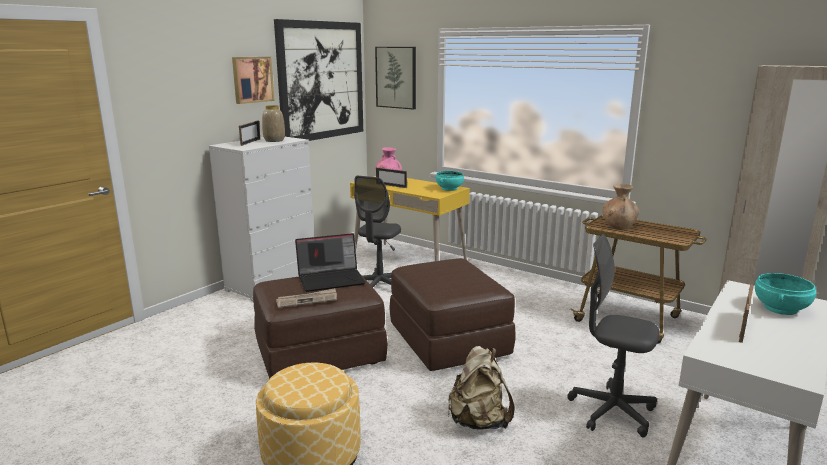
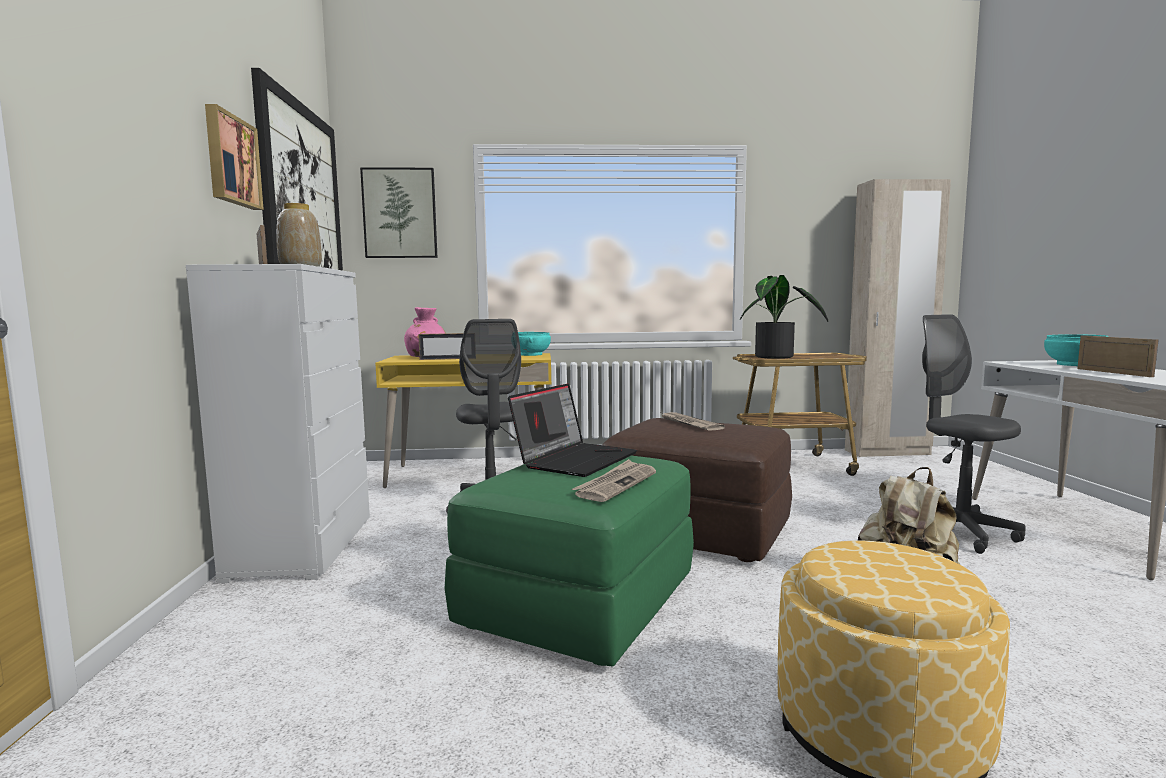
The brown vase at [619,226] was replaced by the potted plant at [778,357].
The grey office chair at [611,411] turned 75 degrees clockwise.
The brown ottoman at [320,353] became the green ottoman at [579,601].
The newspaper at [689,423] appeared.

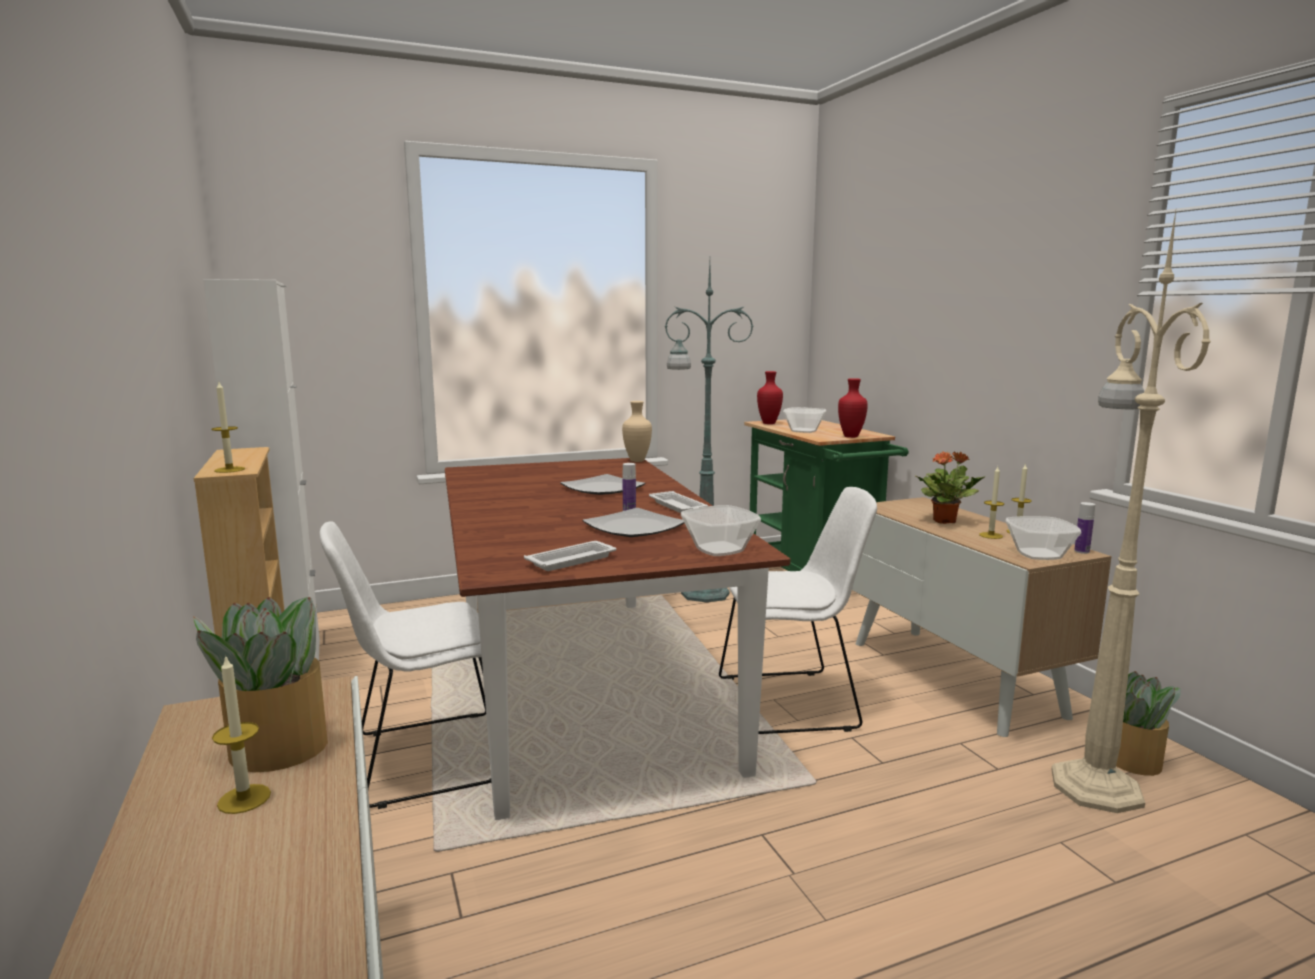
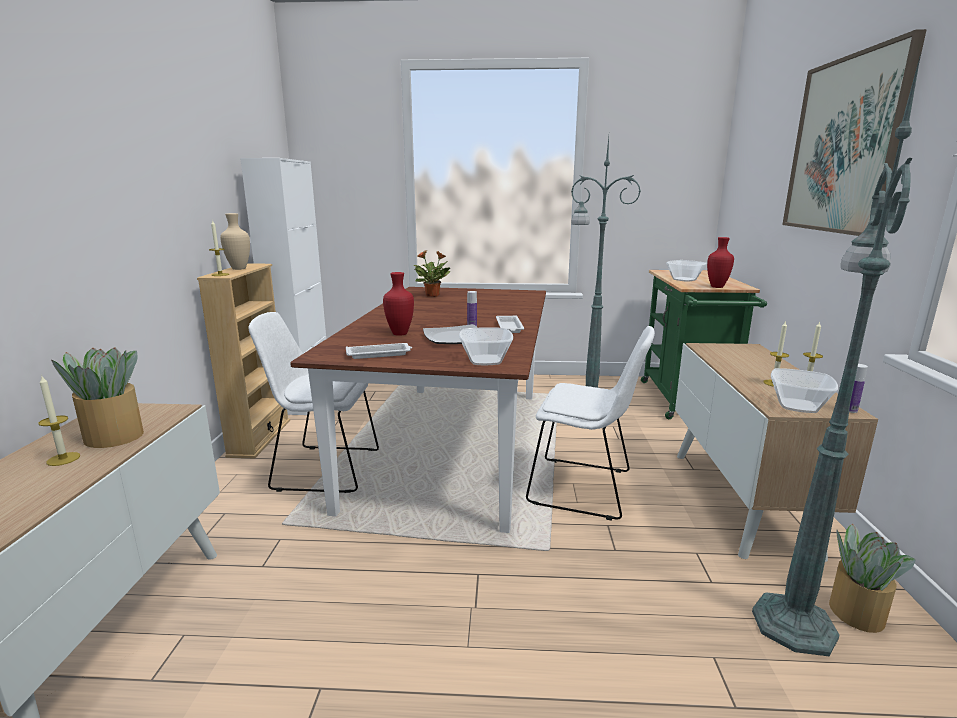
The beige floor lamp at [1094,784] became the green floor lamp at [794,621].
The red vase moved from [768,423] to [399,334].
The beige vase moved from [638,460] to [240,269].
The potted plant moved from [945,521] to [433,295].
The plate at [602,488] disappeared.
The picture at [844,145] appeared.

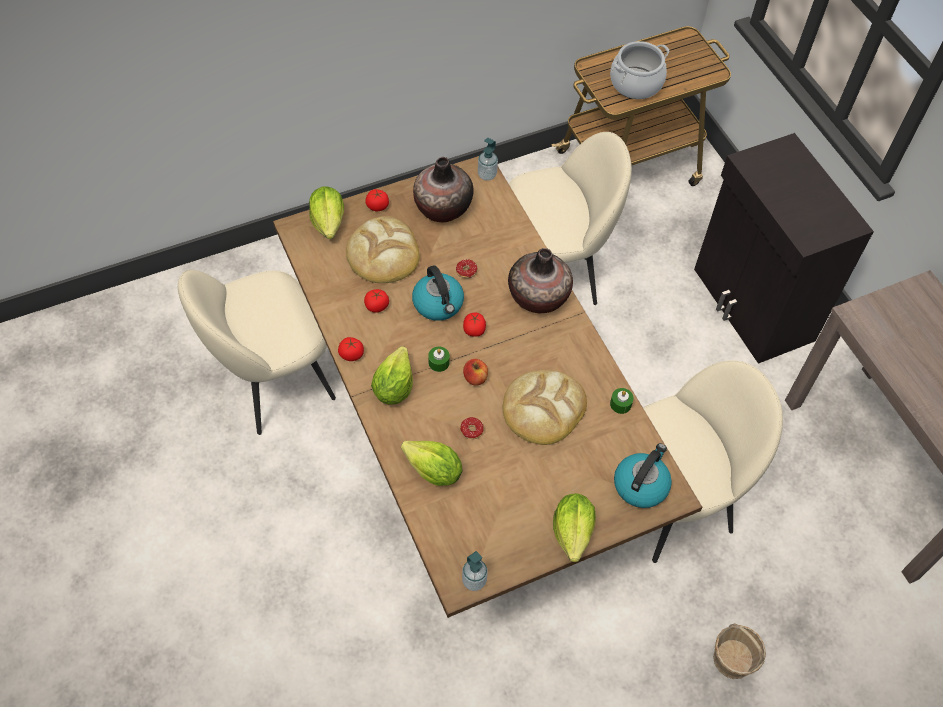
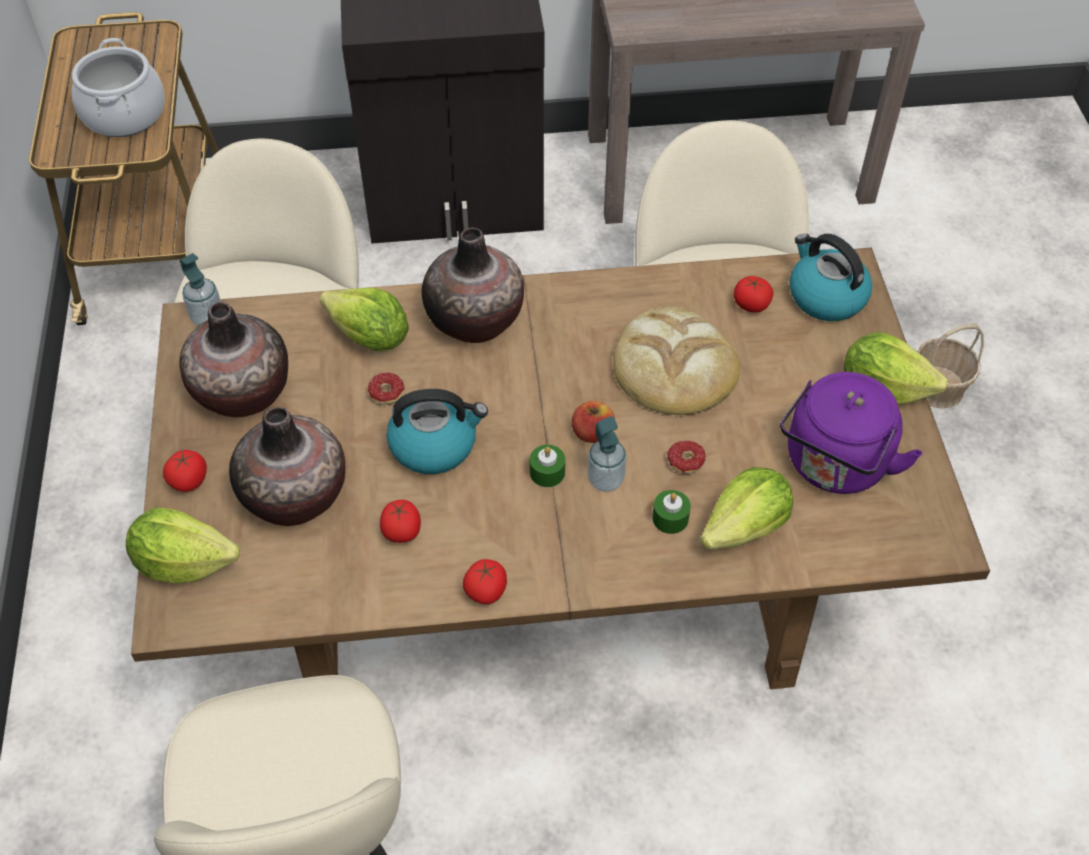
The bread at [383,253] was replaced by the vase at [295,496].
The tomato moved from [474,330] to [751,305].
The lettuce moved from [393,387] to [370,338].
The green candle moved from [620,404] to [670,518].
The soap dispenser moved from [474,581] to [605,480].
The purple kettle at [834,466] appeared.

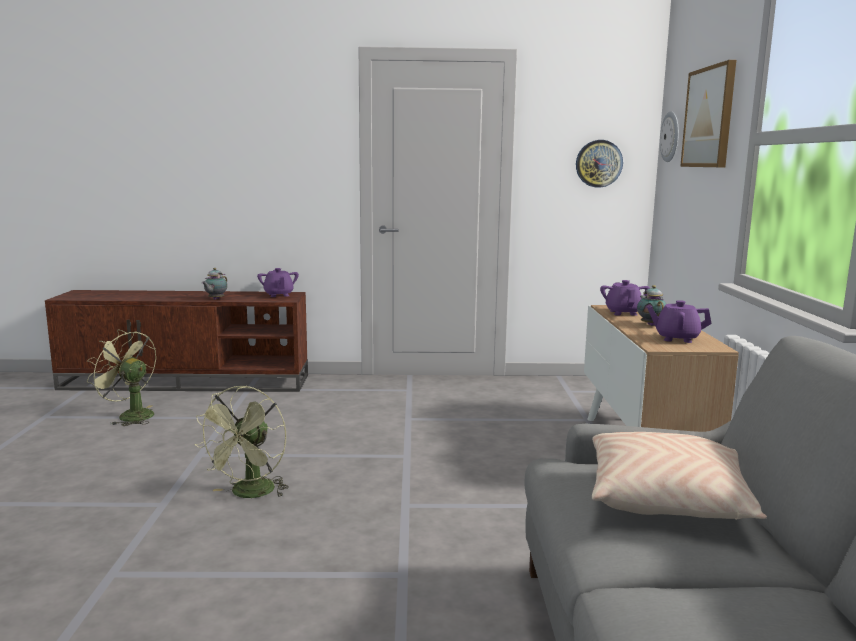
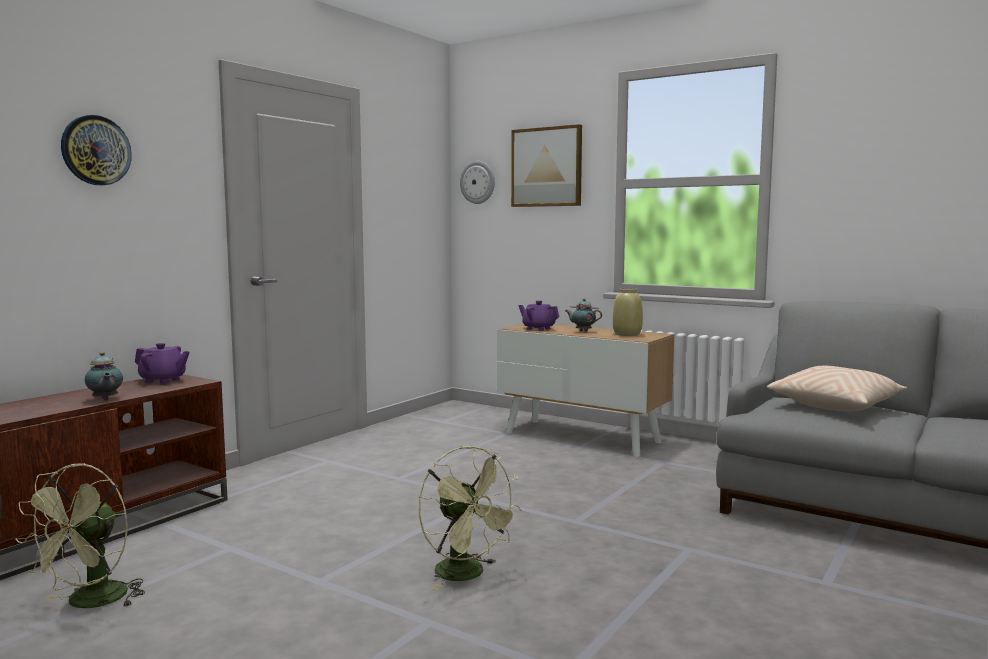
The wall clock moved from [598,163] to [96,150].
The purple teapot at [676,338] was replaced by the beige vase at [627,334].
The green fan at [130,415] turned 45 degrees counterclockwise.

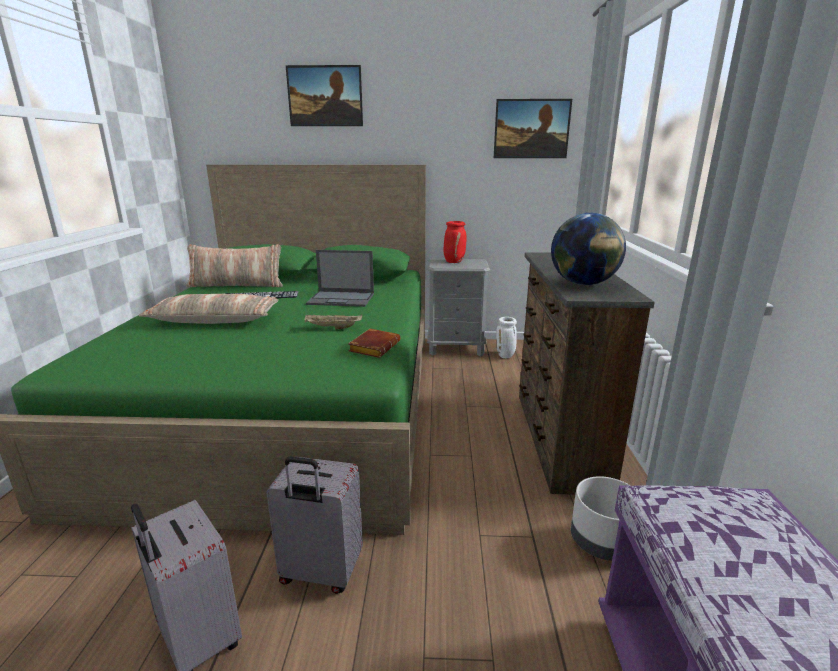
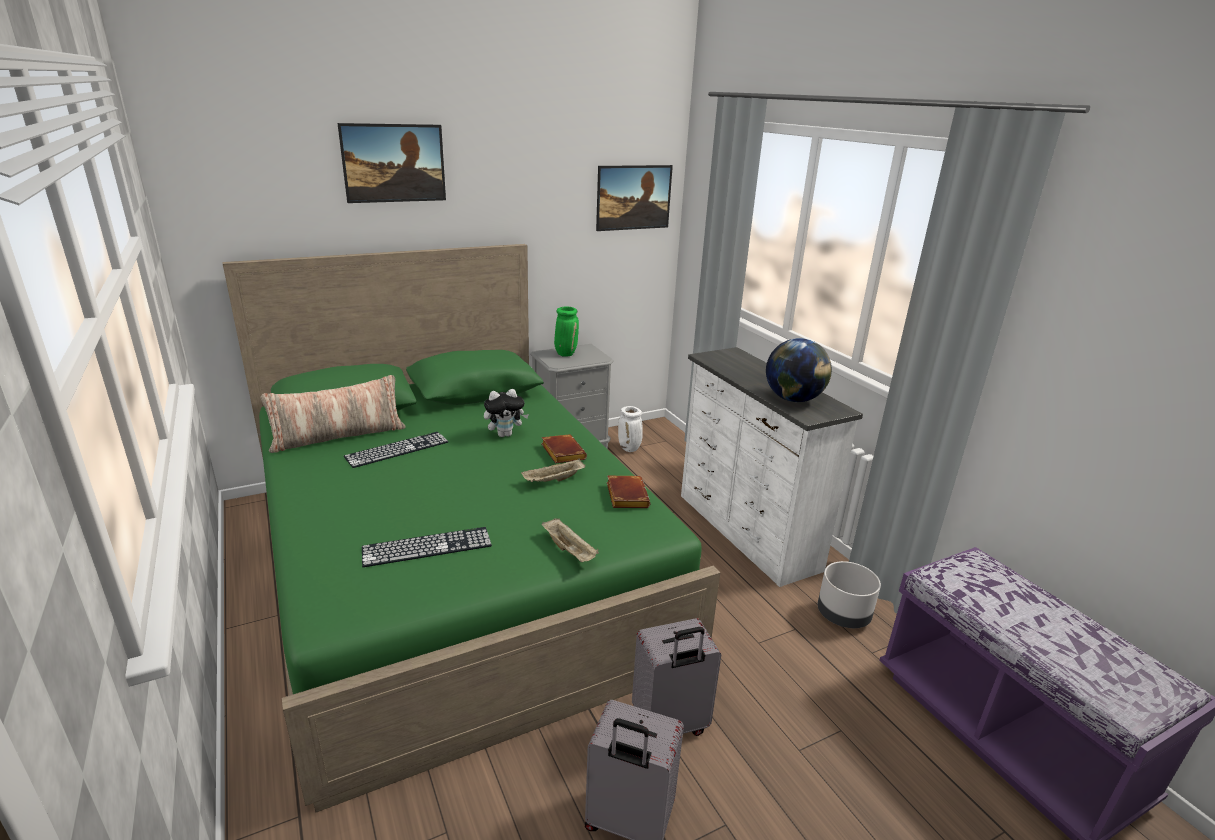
The red vase at [454,262] became the green vase at [565,353].
The laptop at [342,299] was replaced by the plush toy at [505,434].
The brown dresser at [557,438] became the white dresser at [745,532].
The pillow at [215,320] disappeared.
The brown book at [561,452] appeared.
The beige tray at [570,551] appeared.
The keyboard at [427,546] appeared.

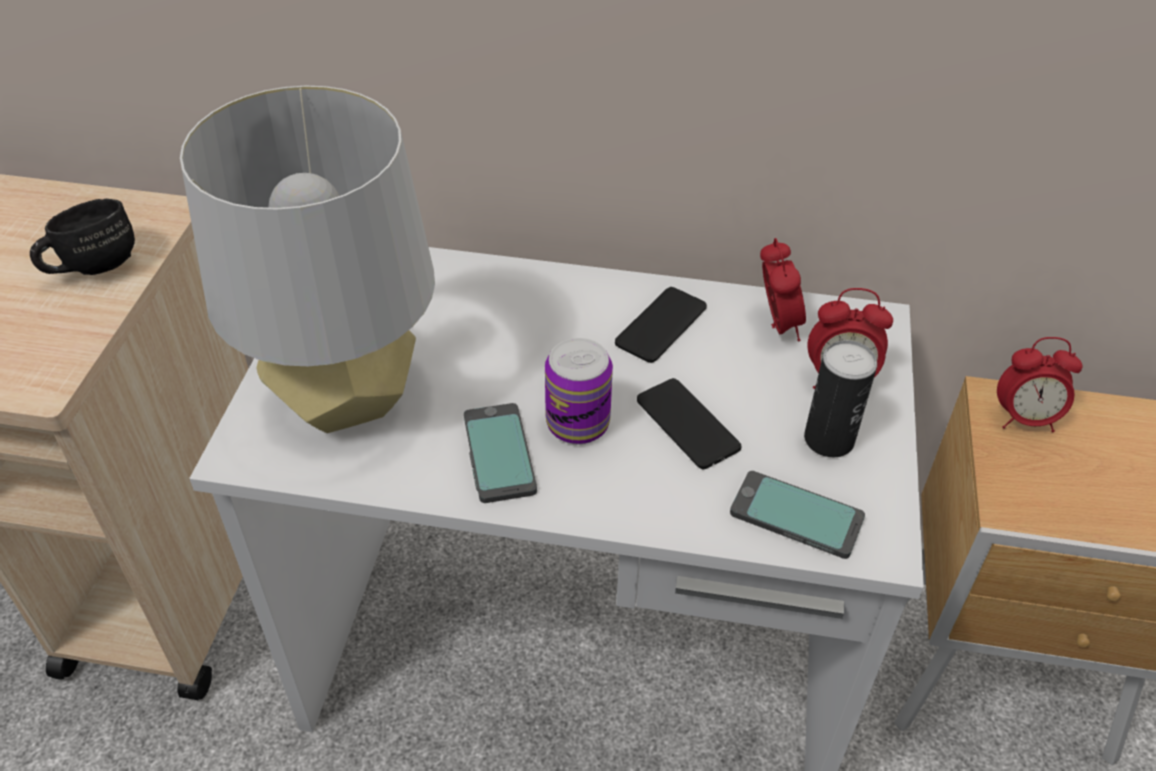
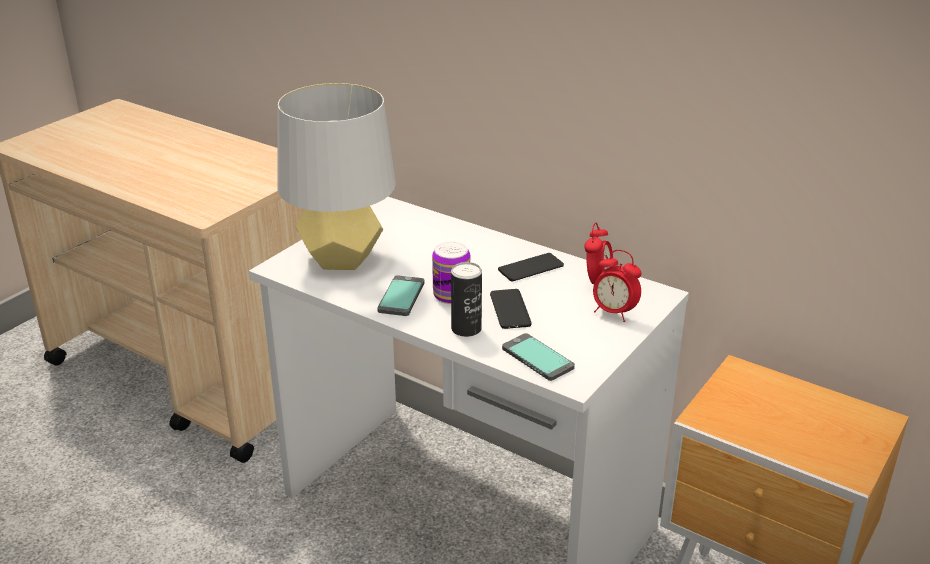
The black mug at [91,266] disappeared.
The alarm clock at [1024,419] disappeared.
The can moved from [829,439] to [466,329].

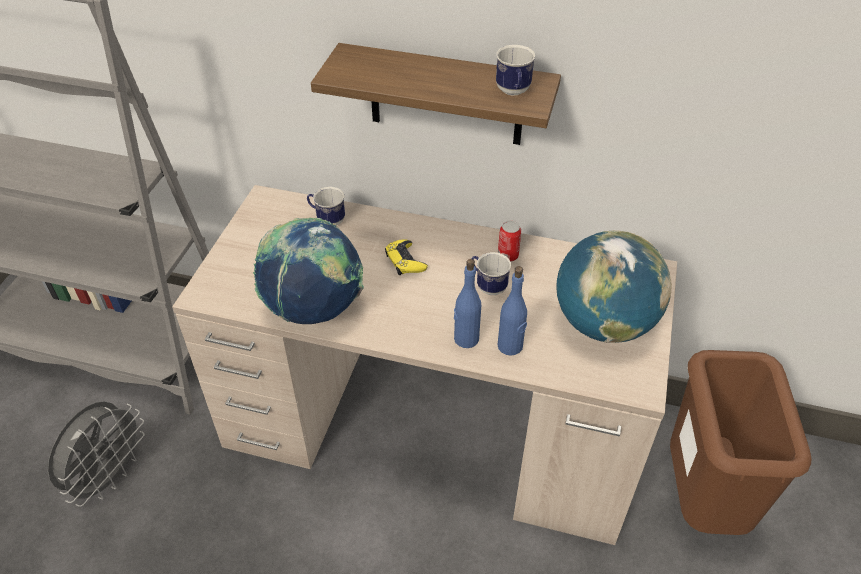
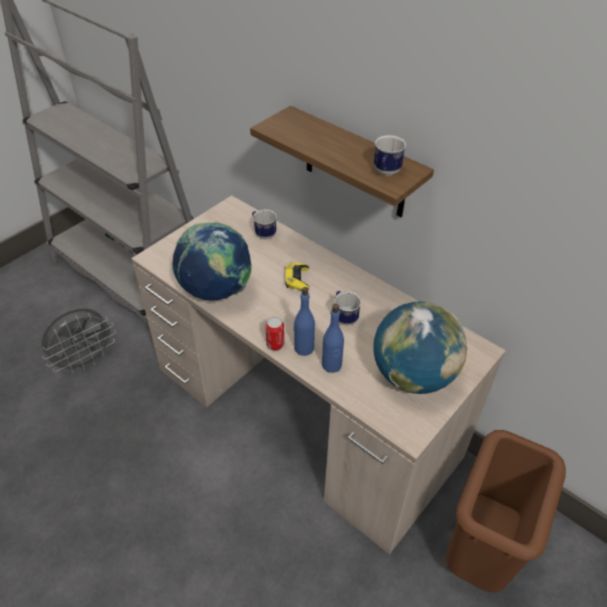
The can moved from [508,255] to [275,344].

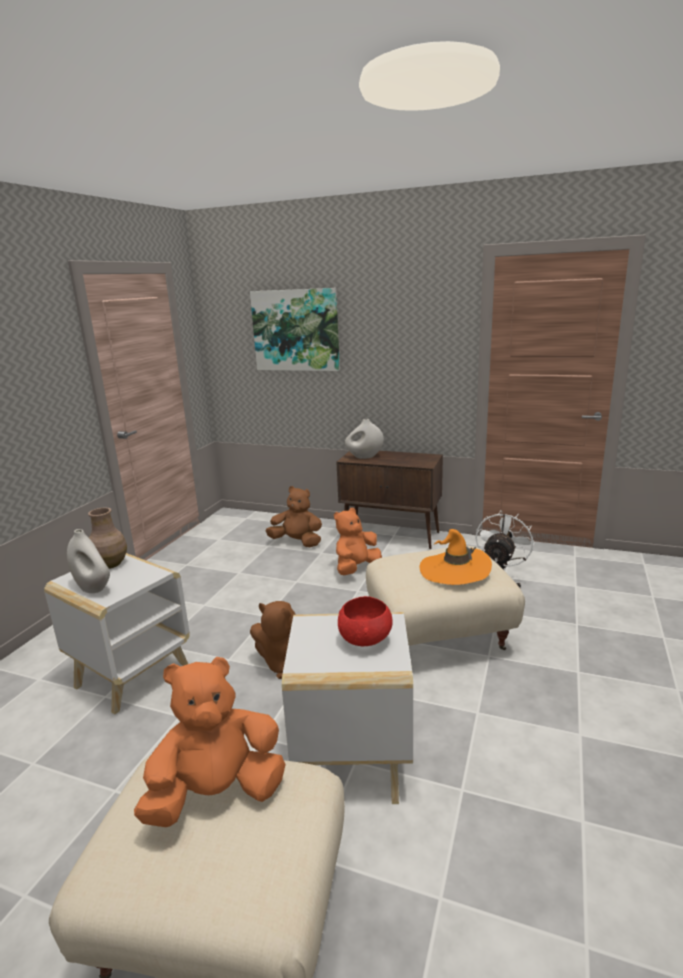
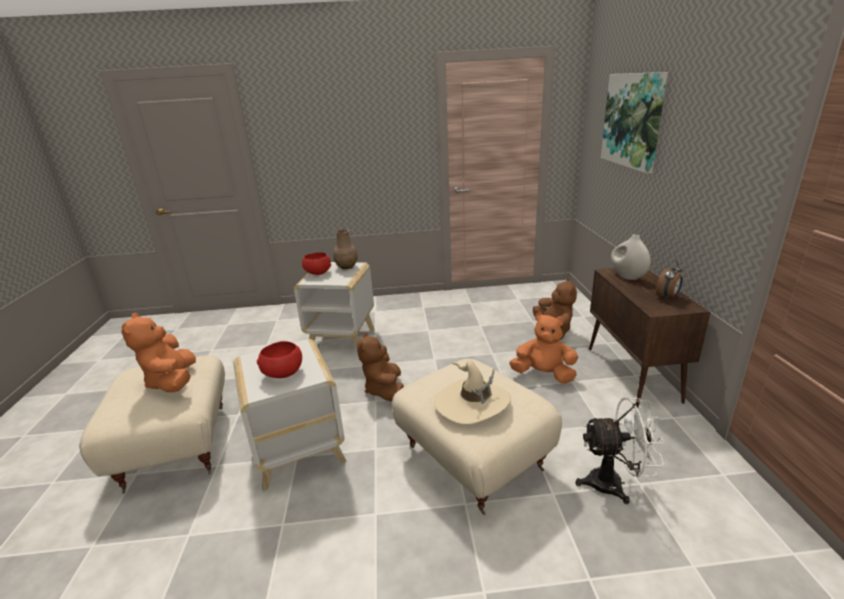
The white vase at [93,587] was replaced by the red bowl at [317,273].
The orange hat at [455,570] became the beige hat at [472,403].
The orange plush toy at [217,793] turned 150 degrees counterclockwise.
The alarm clock at [667,297] appeared.

